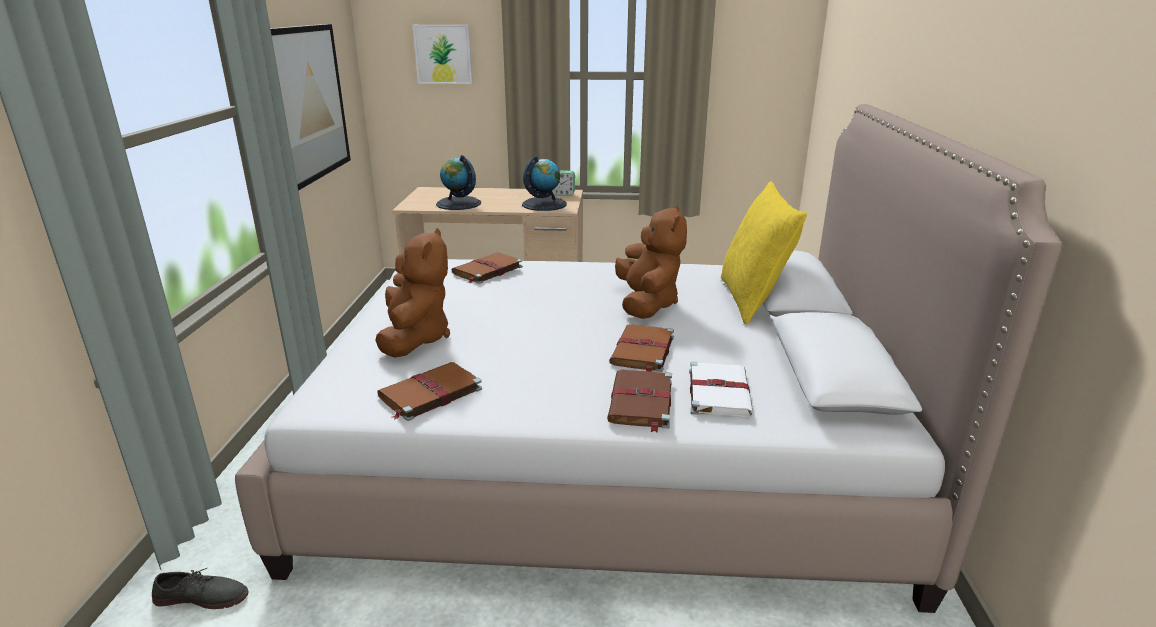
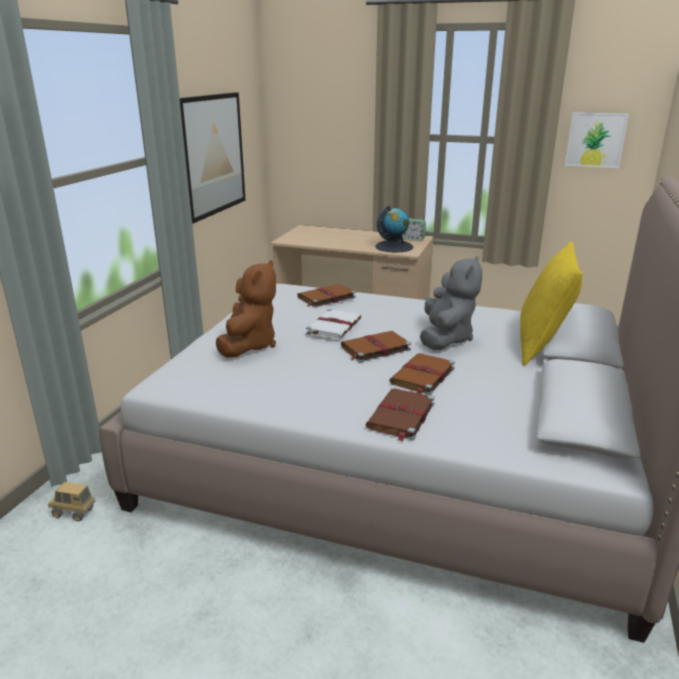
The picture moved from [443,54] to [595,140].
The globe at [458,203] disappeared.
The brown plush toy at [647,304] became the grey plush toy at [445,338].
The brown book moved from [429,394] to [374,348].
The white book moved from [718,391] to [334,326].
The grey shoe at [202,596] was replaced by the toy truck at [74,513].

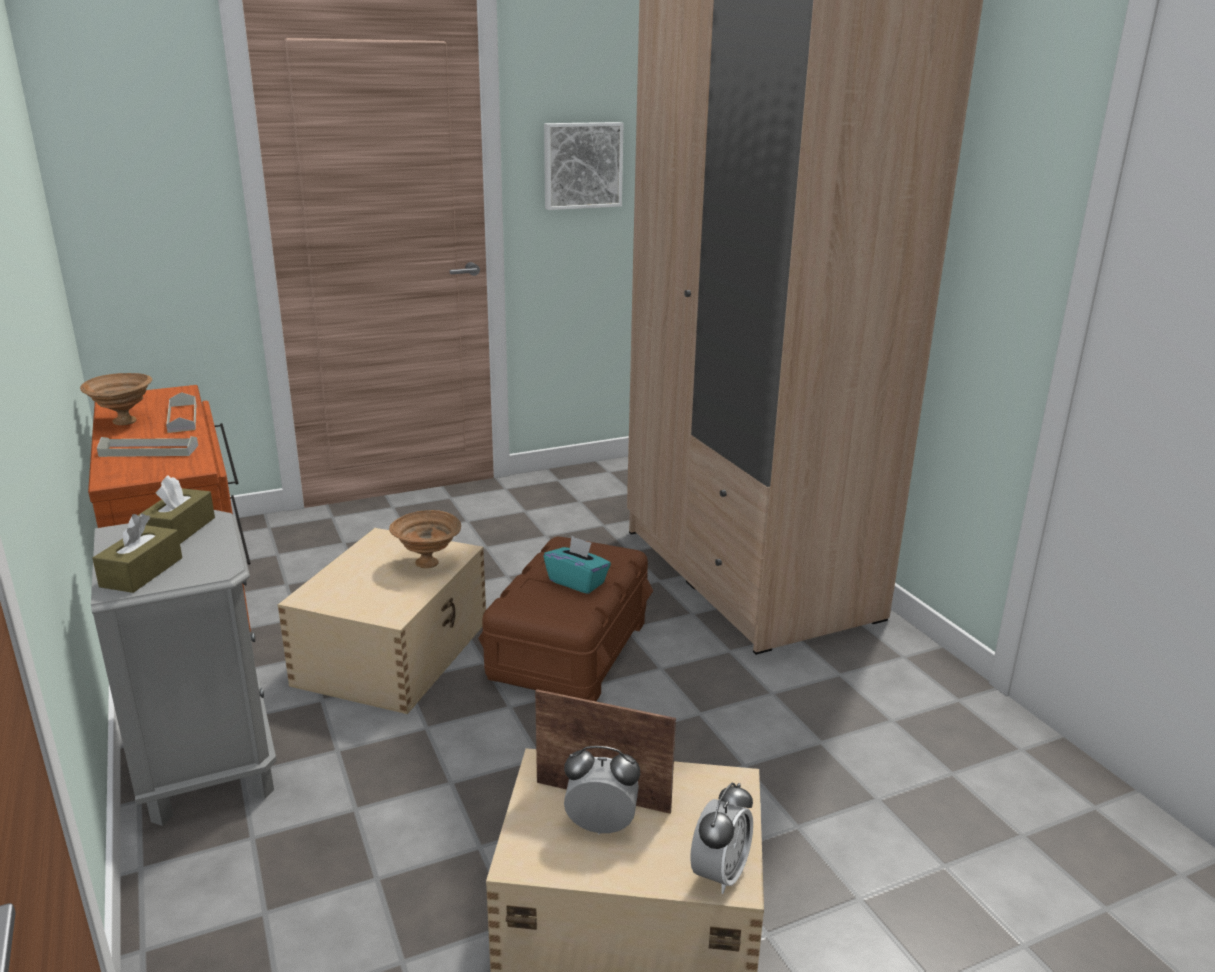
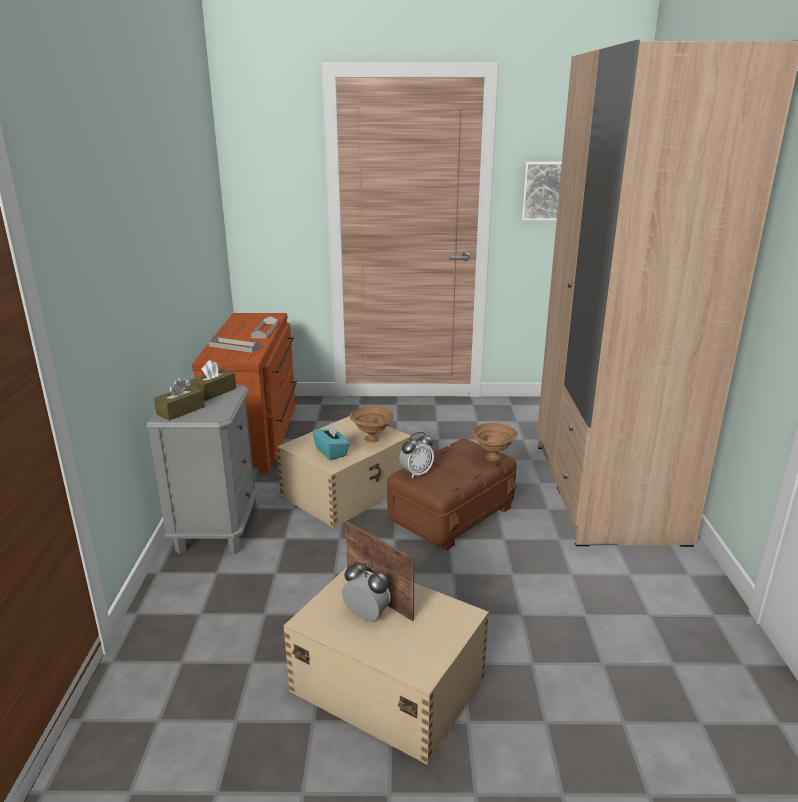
The brown bowl moved from [124,422] to [493,458].
The turquoise tissue box moved from [577,582] to [331,452].
The alarm clock moved from [719,873] to [416,473].

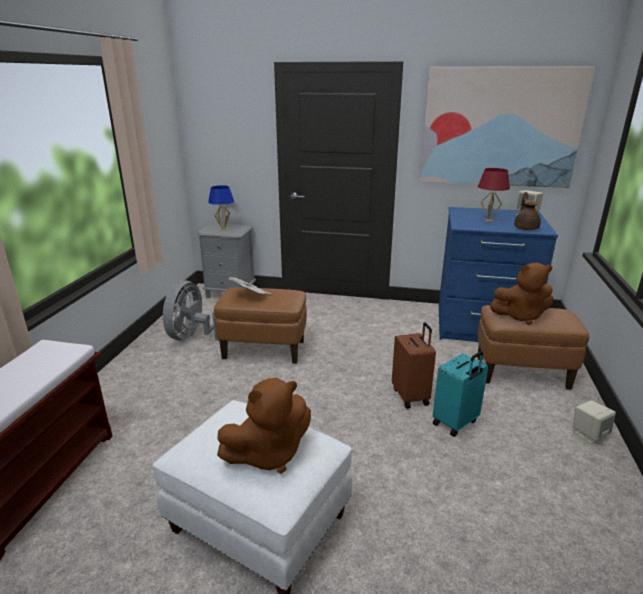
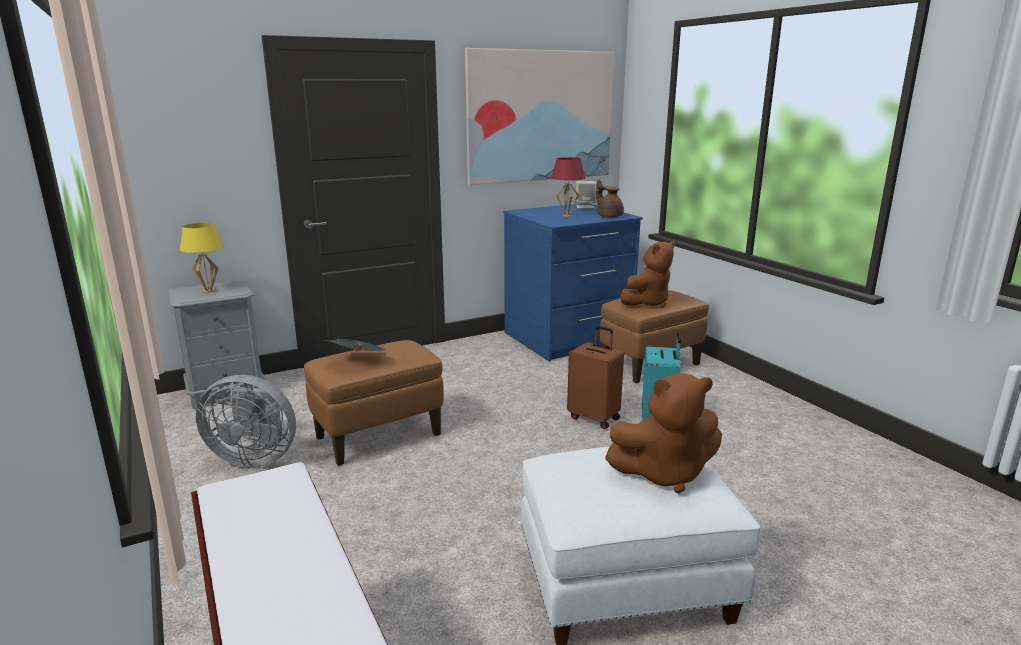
The blue table lamp at [223,229] became the yellow table lamp at [209,291].
The grey fan at [195,336] turned 60 degrees counterclockwise.
The brown plush toy at [269,454] turned 60 degrees clockwise.
The beige speaker at [589,434] disappeared.

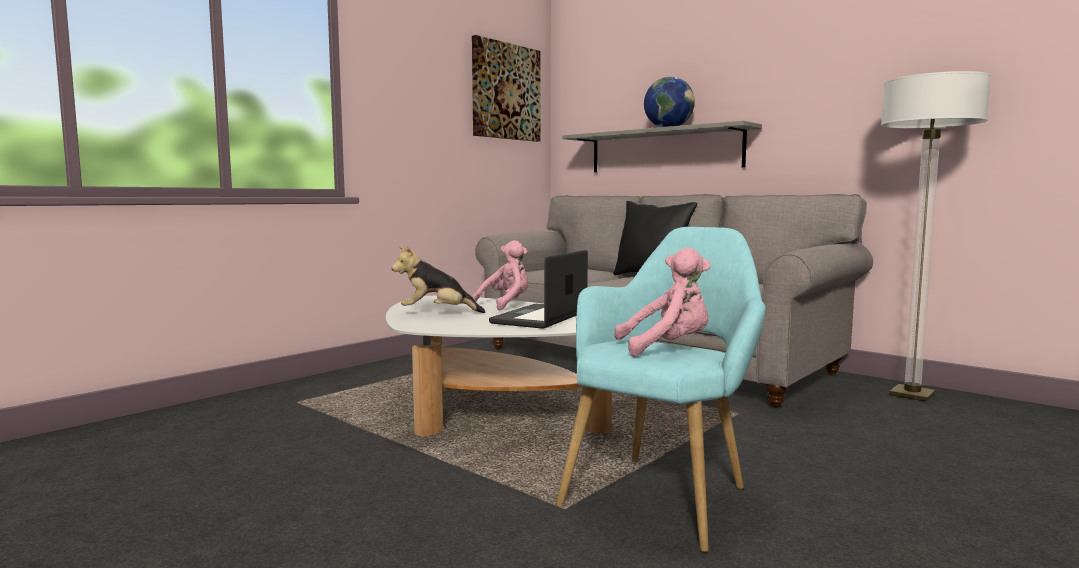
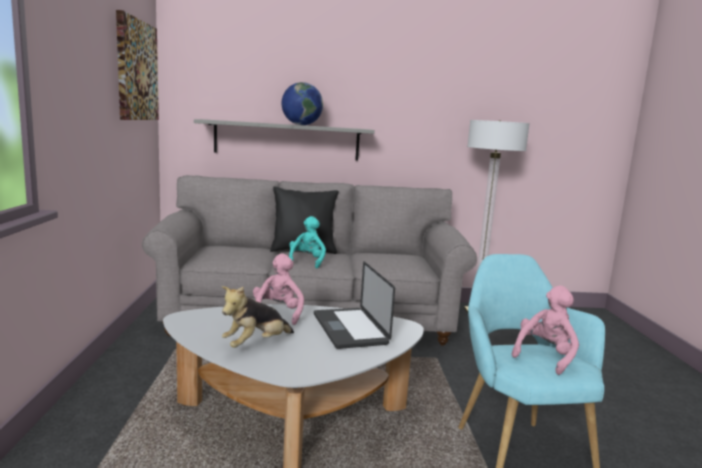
The turquoise plush toy at [307,261] appeared.

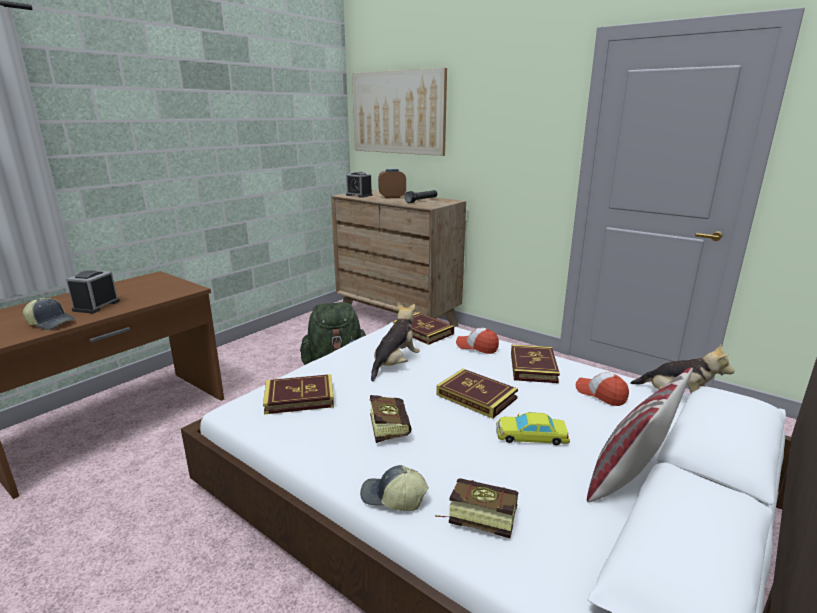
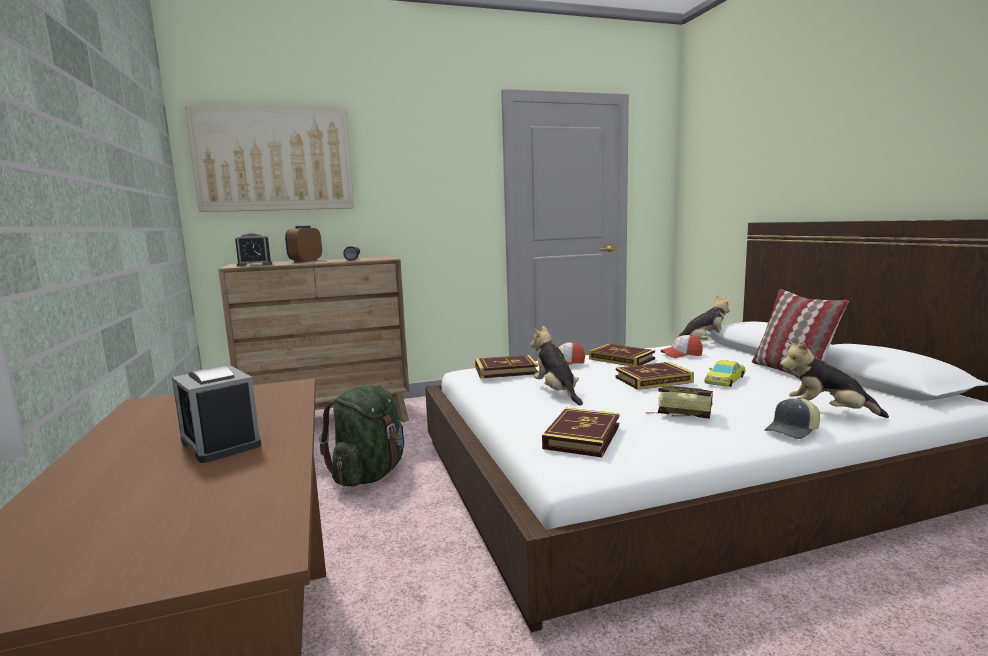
The cap at [51,323] disappeared.
The book at [475,518] was replaced by the plush toy at [827,413].

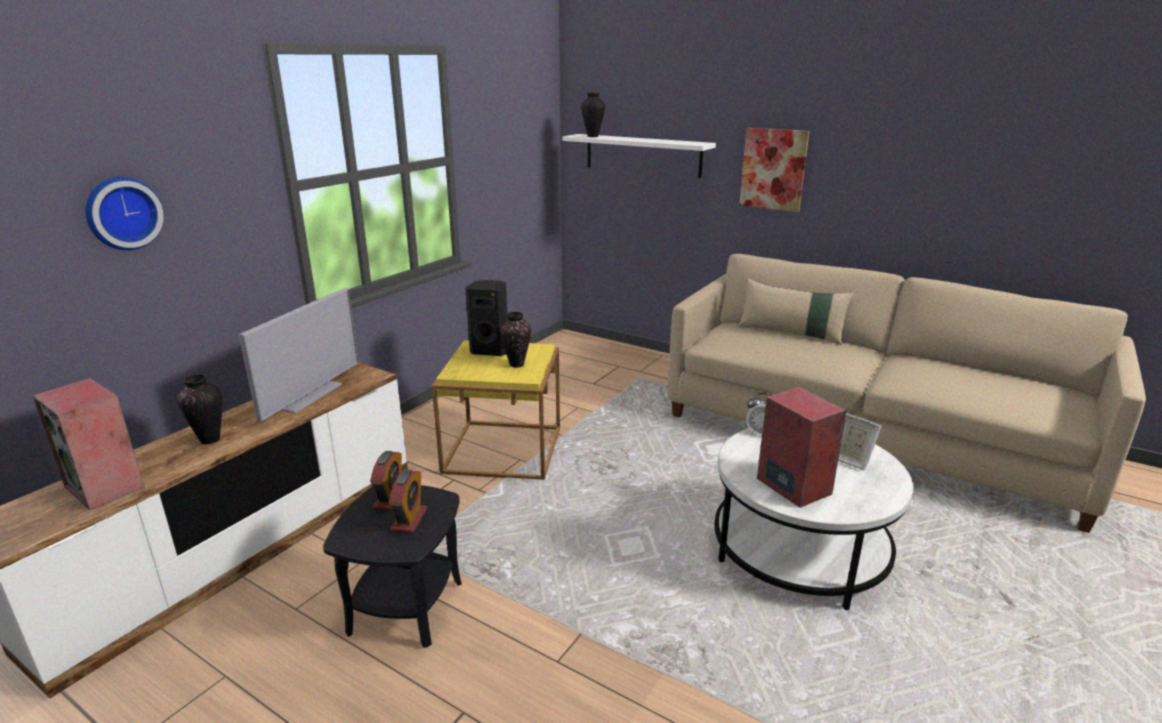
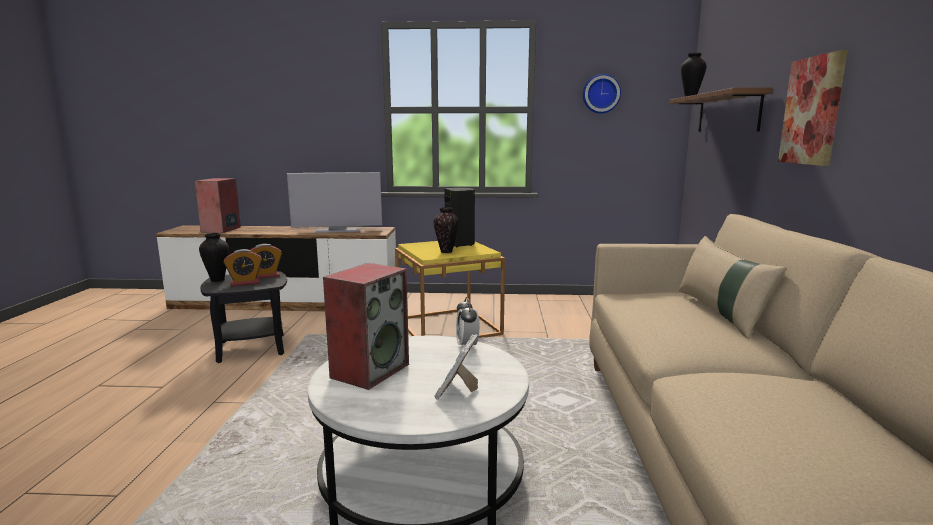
The white shelf at [642,155] became the brown shelf at [727,113].
The wall clock moved from [122,213] to [601,94].
The vase moved from [210,440] to [217,280].

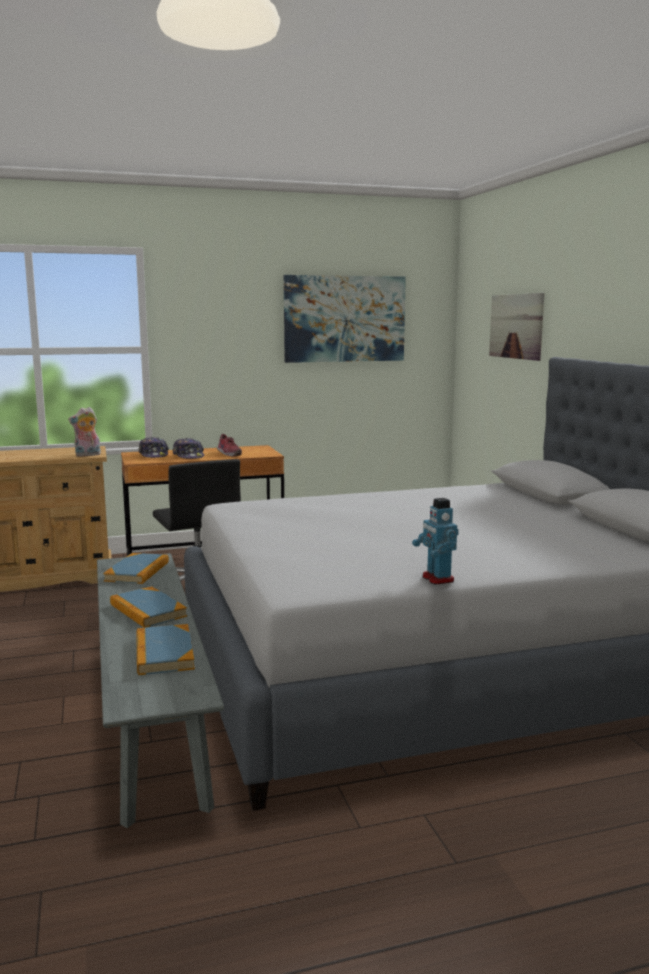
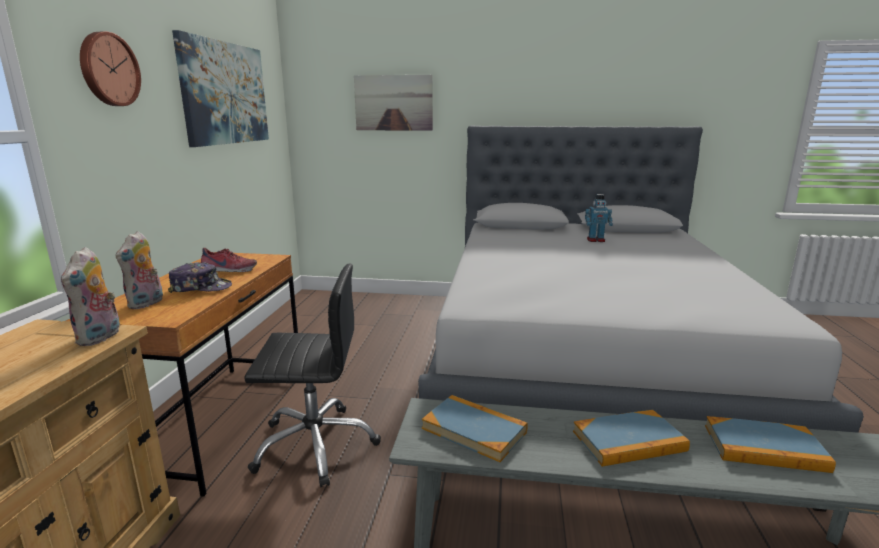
The cap at [154,455] was replaced by the plush toy at [146,304].
The toy robot moved from [437,579] to [596,240].
The wall clock at [108,69] appeared.

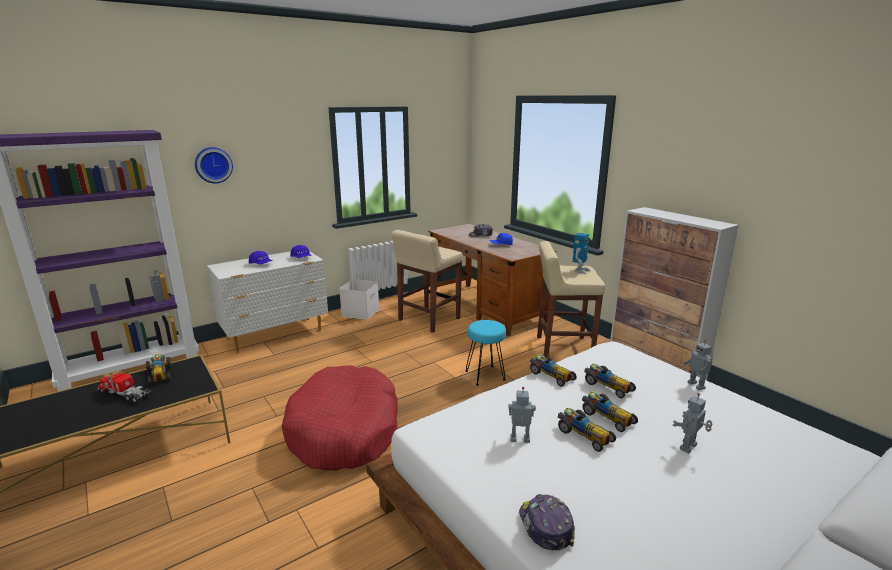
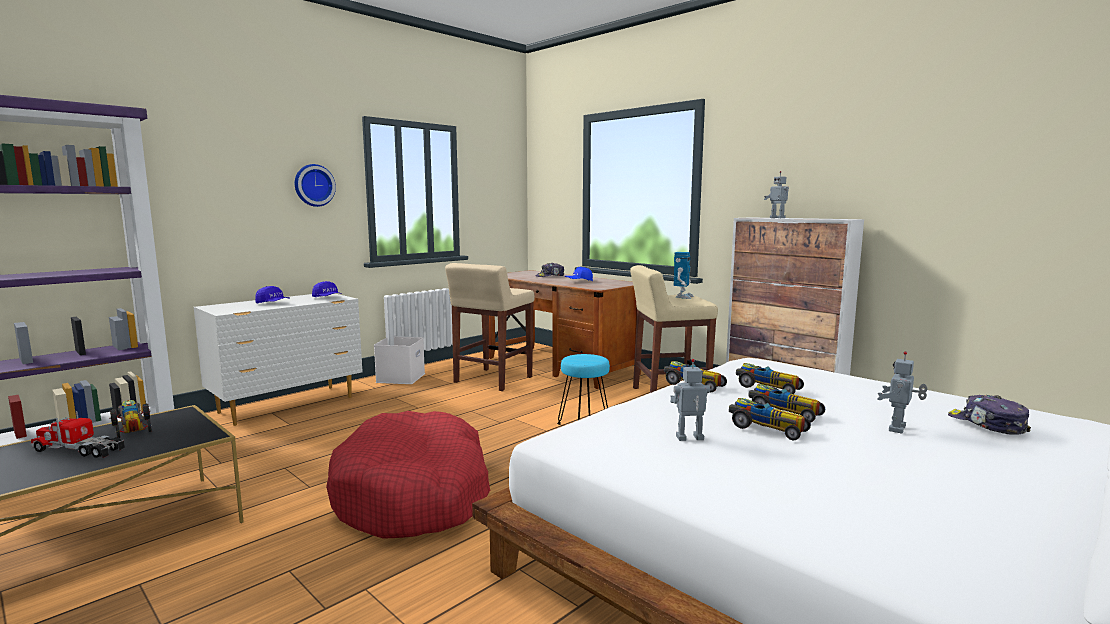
The wall clock moved from [213,165] to [313,185].
The toy robot moved from [697,385] to [778,218].
The cap moved from [545,526] to [987,425].

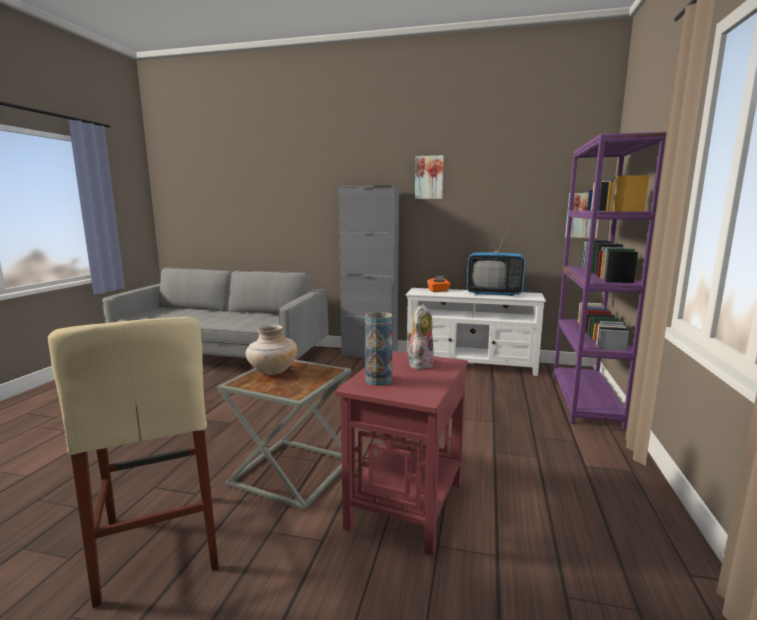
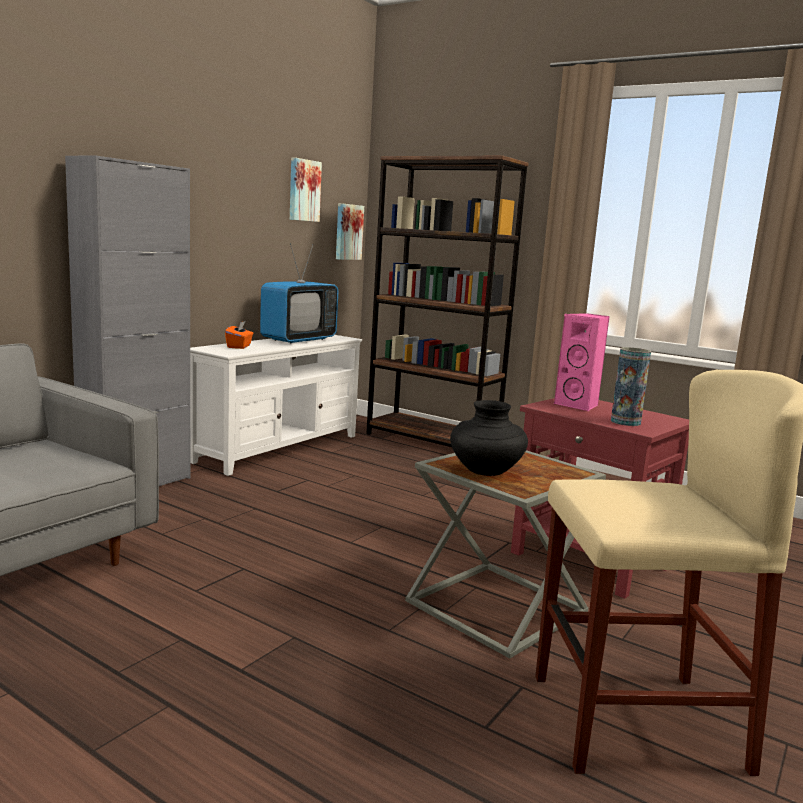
The purple bookcase at [585,400] became the brown bookcase at [432,441].
The picture moved from [429,177] to [303,190].
The plush toy at [419,364] was replaced by the pink speaker at [579,405].
The beige vase at [272,371] became the black vase at [485,471].

